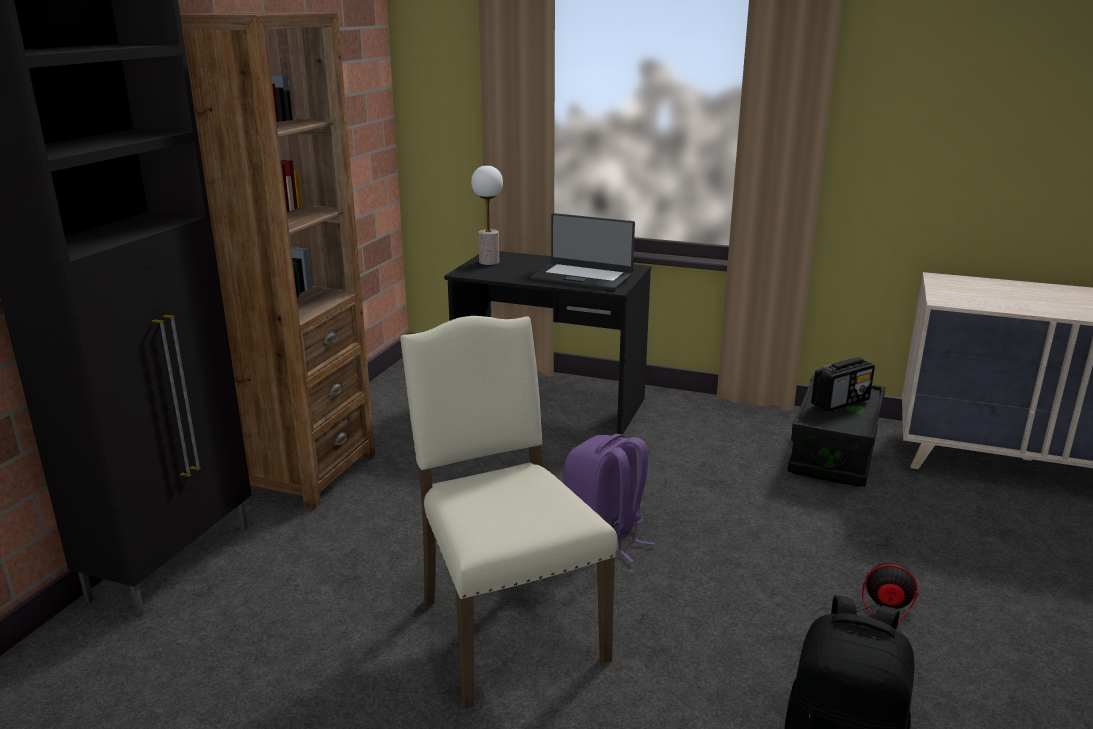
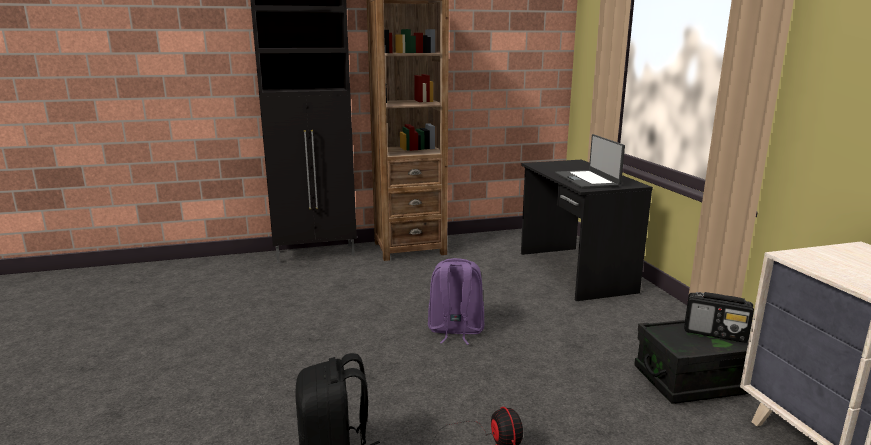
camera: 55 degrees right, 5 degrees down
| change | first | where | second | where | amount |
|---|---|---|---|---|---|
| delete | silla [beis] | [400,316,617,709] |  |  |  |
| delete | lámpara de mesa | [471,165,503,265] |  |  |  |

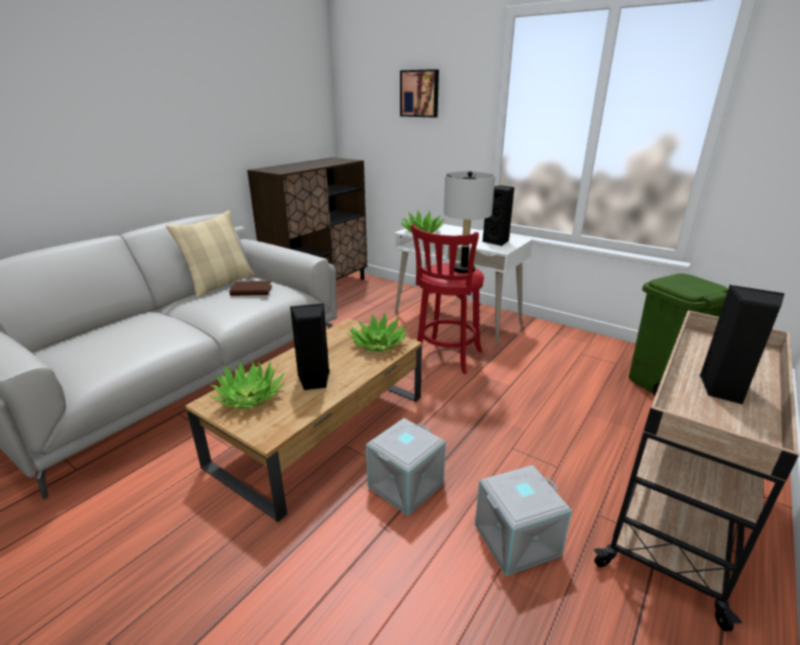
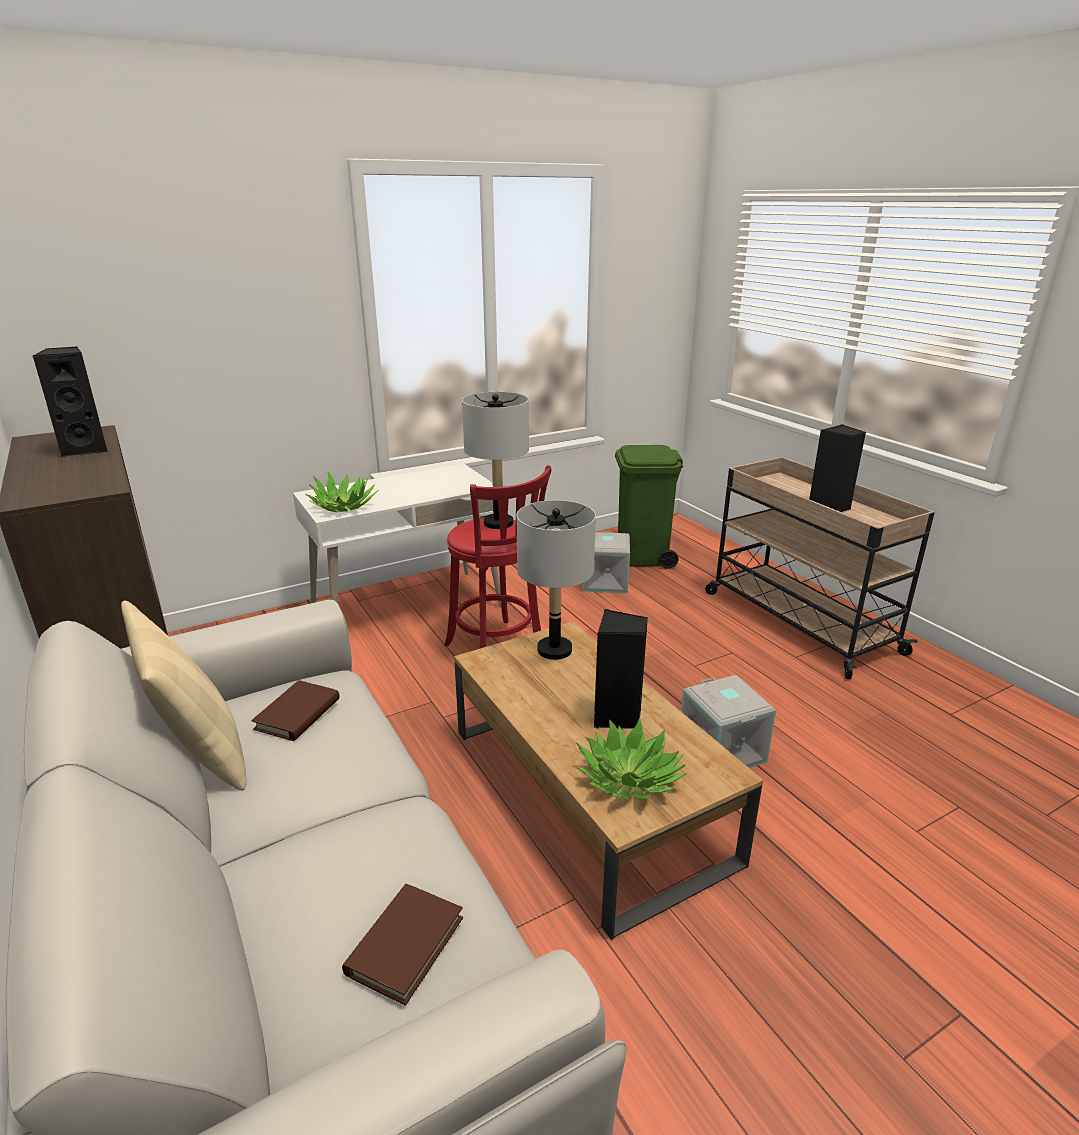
camera: 65 degrees left, 0 degrees up
| change | first | where | second | where | amount |
|---|---|---|---|---|---|
| delete | cuadro | [400,69,439,118] |  |  |  |
| insert |  |  | libro [marrón] | [342,884,463,1006] |  |
| move | caja de almacenaje [gris] | [475,465,572,576] |  | [583,531,630,594] |  |
| move | altavoz [negro] | [483,185,515,246] |  | [33,346,108,456] |  |
| replace | planta en maceta | [348,312,408,351] | lámpara de mesa [gris] | [516,500,596,660] |  |

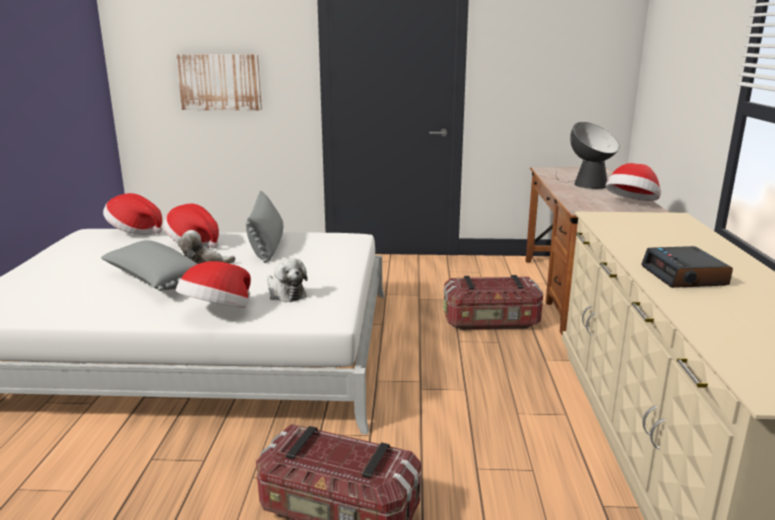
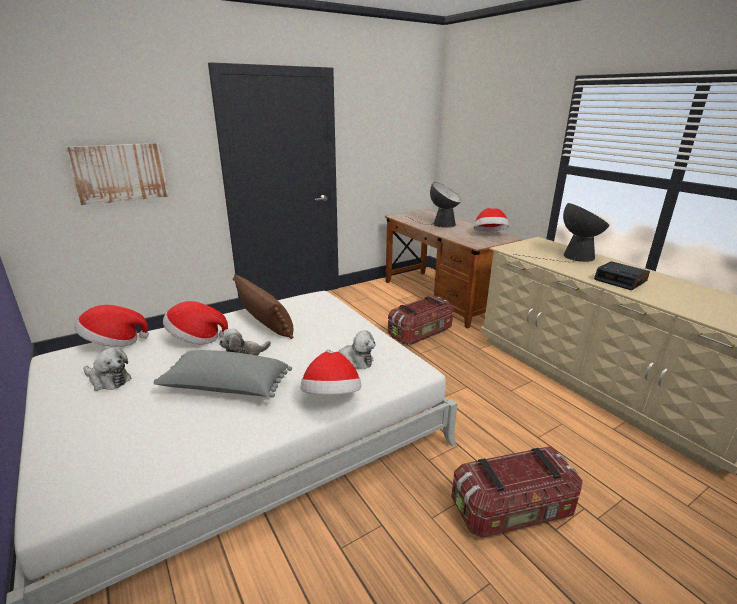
camera: 35 degrees left, 5 degrees up
| change | first | where | second | where | amount |
|---|---|---|---|---|---|
| insert |  |  | peluche | [83,348,132,391] |  |
| insert |  |  | lámpara de mesa | [514,203,610,262] |  |
| recolor | cojín [gris] | [246,191,283,263] | cojín [marrón] | [233,274,293,339] |  |

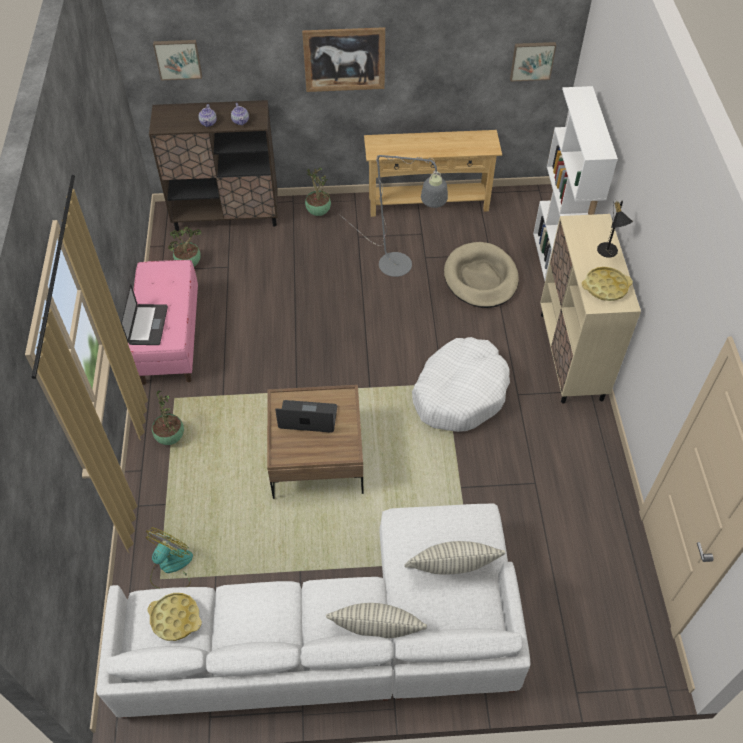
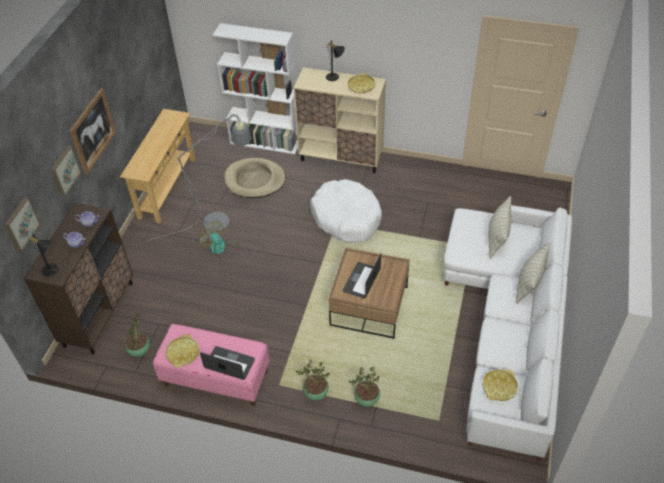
camera: 70 degrees left, 5 degrees down
| change | first | where | second | where | amount |
|---|---|---|---|---|---|
| insert |  |  | lámpara de mesa [negro] | [28,234,58,277] |  |
| insert |  |  | bandeja [amarillo] | [165,334,199,368] |  |
| move | ventilador | [146,527,193,589] |  | [199,221,238,260] |  |
| move | planta en maceta | [305,167,331,216] |  | [349,367,380,407] |  |
| move | cuadro | [510,42,556,82] |  | [51,146,81,196] |  |

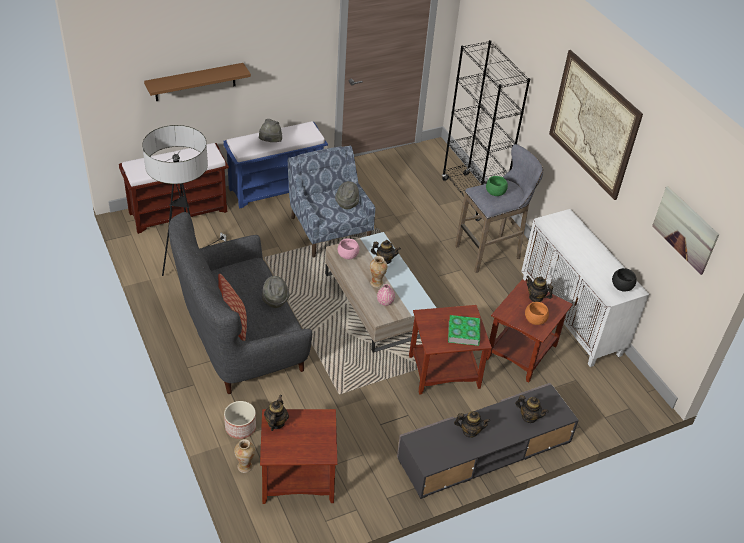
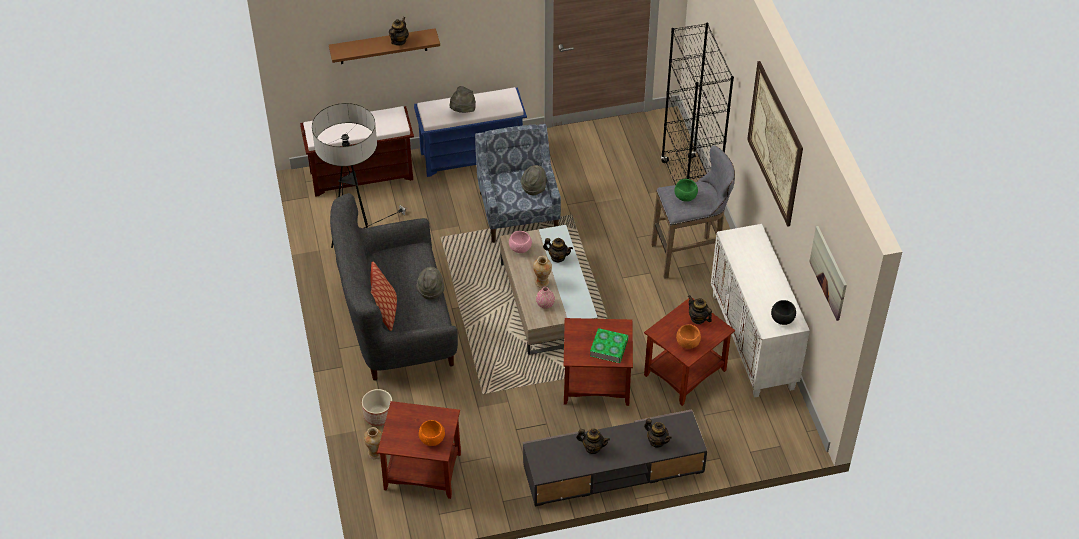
camera: 15 degrees right, 5 degrees up
| change | first | where | second | where | amount |
|---|---|---|---|---|---|
| insert |  |  | cuenco [naranja] | [419,420,445,446] |  |
| move | tetera | [264,395,289,431] |  | [389,17,409,46] |  |

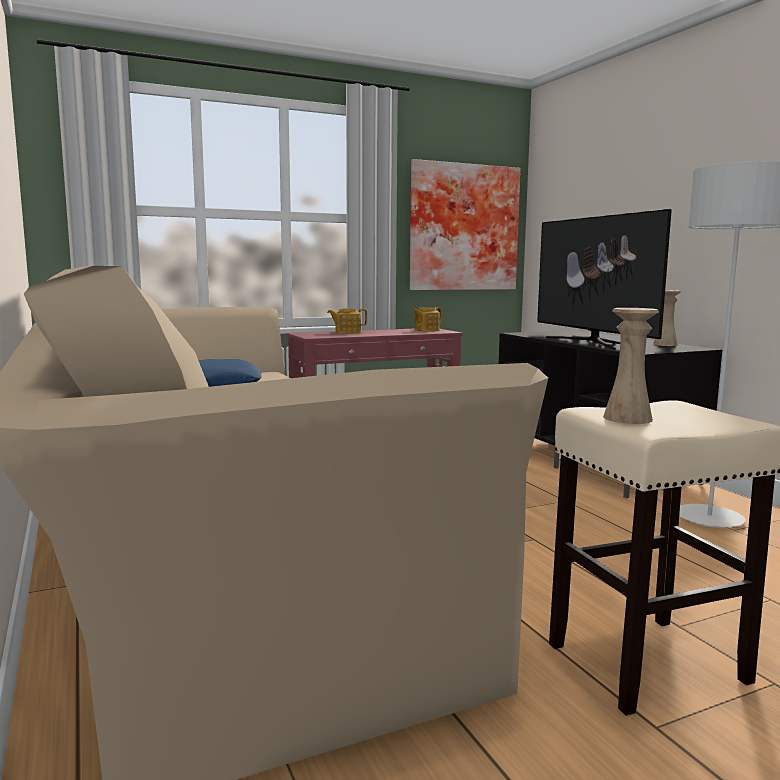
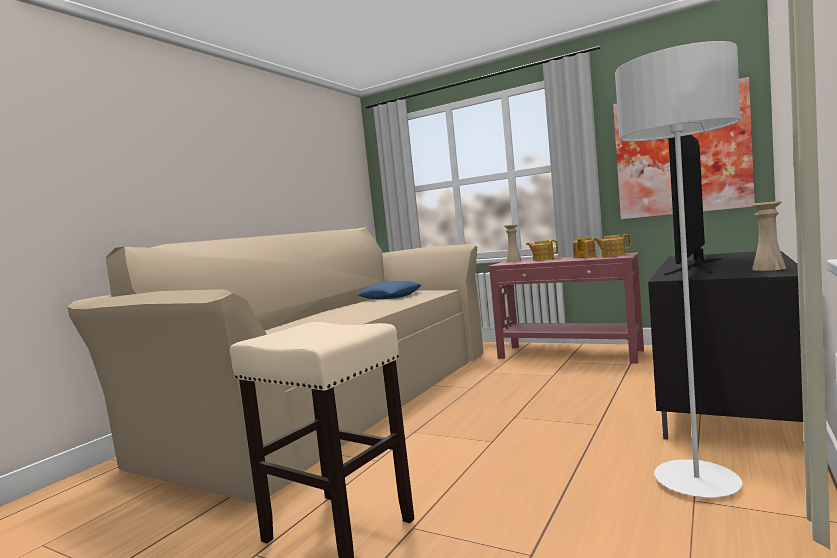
camera: 55 degrees right, 5 degrees down
| change | first | where | second | where | amount |
|---|---|---|---|---|---|
| insert |  |  | tetera | [572,237,596,258] |  |
| move | florero [beis] | [603,308,659,424] |  | [504,224,522,262] |  |

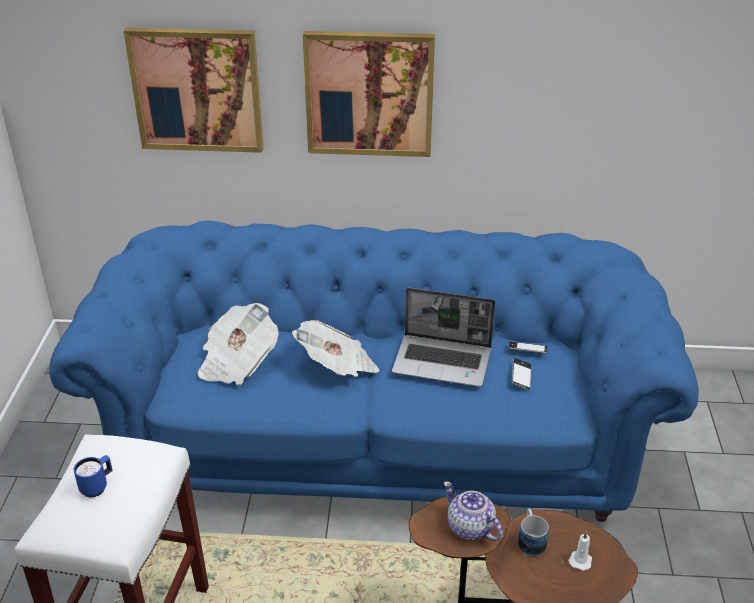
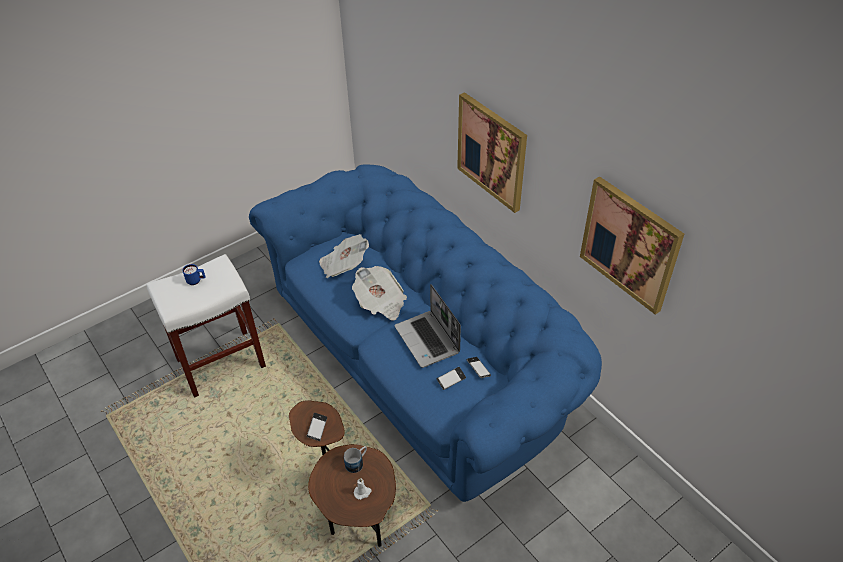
camera: 50 degrees right, 10 degrees up
| change | first | where | second | where | amount |
|---|---|---|---|---|---|
| move | cuadro | [124,28,264,153] |  | [580,176,684,315] |  |
| replace | tetera | [443,481,503,541] | móvil | [307,413,327,441] |  |

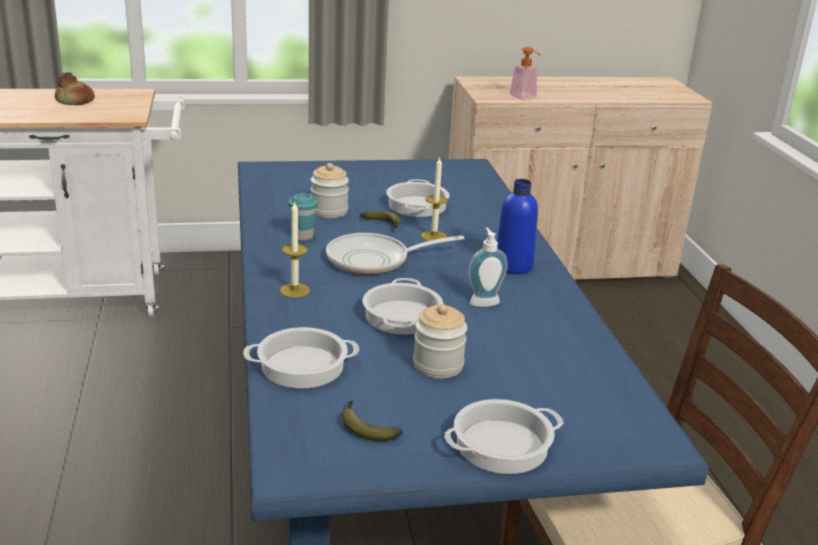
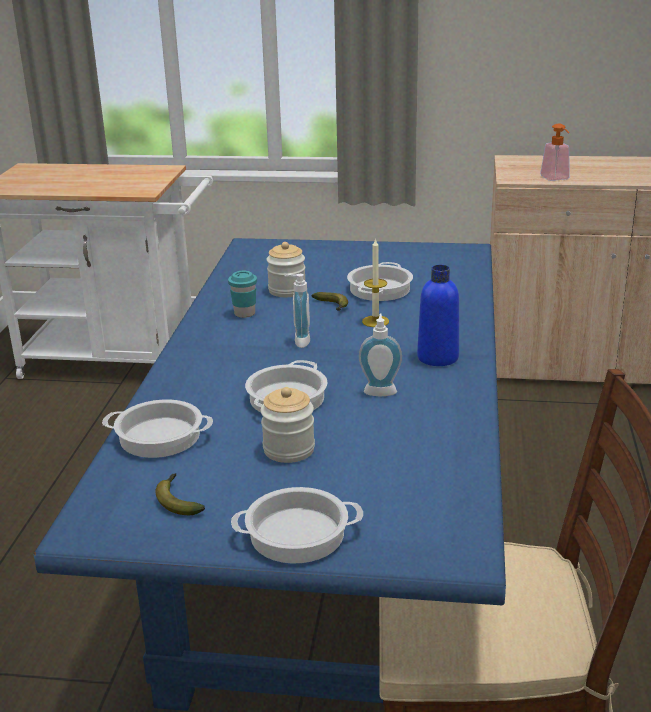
camera: 20 degrees right, 0 degrees up
| change | first | where | second | where | amount |
|---|---|---|---|---|---|
| delete | pan | [55,72,95,105] |  |  |  |
| delete | vela | [280,201,310,298] |  |  |  |
| replace | sartén | [326,233,465,275] | dispensador de jabón | [284,274,310,348] |  |

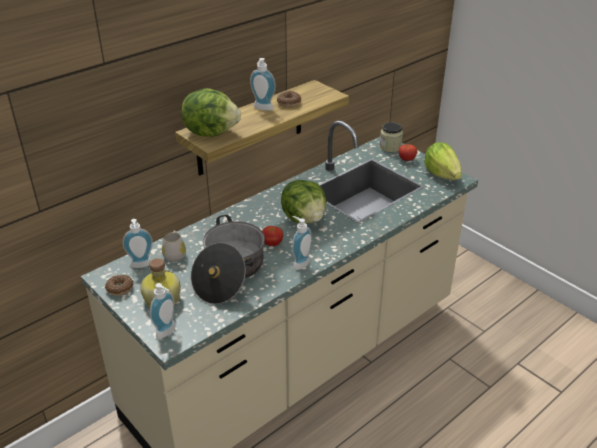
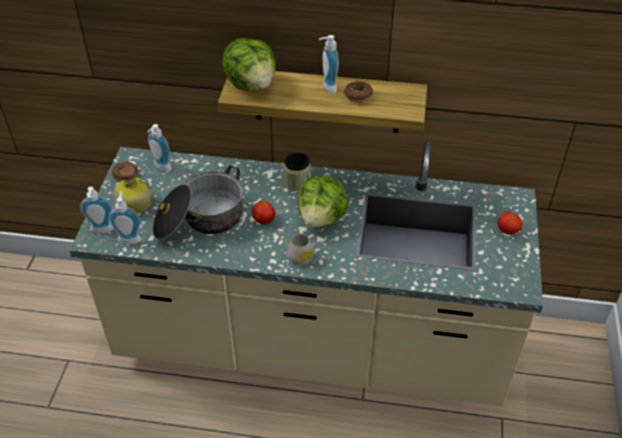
camera: 50 degrees right, 10 degrees up
| change | first | where | second | where | amount |
|---|---|---|---|---|---|
| delete | lechuga | [424,143,462,180] |  |  |  |
| move | taza grande [blanco] | [162,231,186,262] |  | [288,234,317,266] |  |
| move | dispensador de jabón | [292,216,311,270] |  | [109,191,142,244] |  |
| move | tarro | [380,122,403,152] |  | [283,153,311,191] |  |

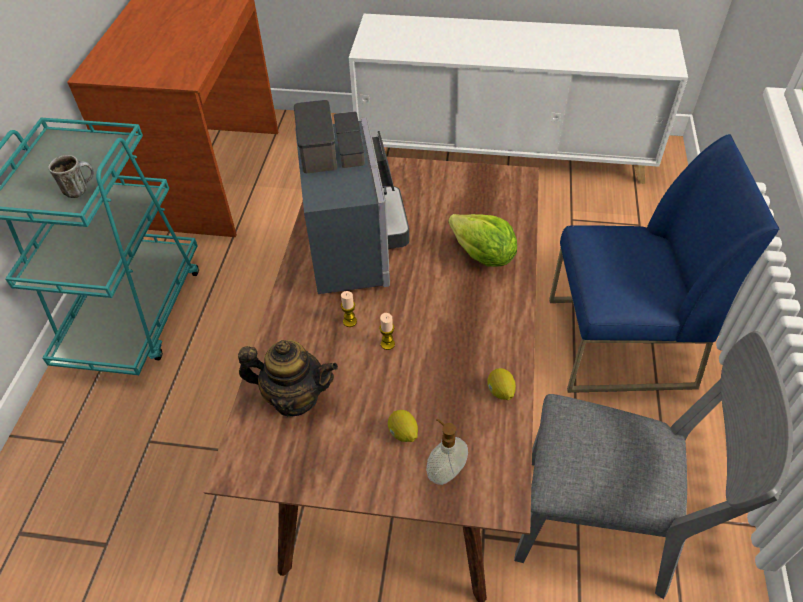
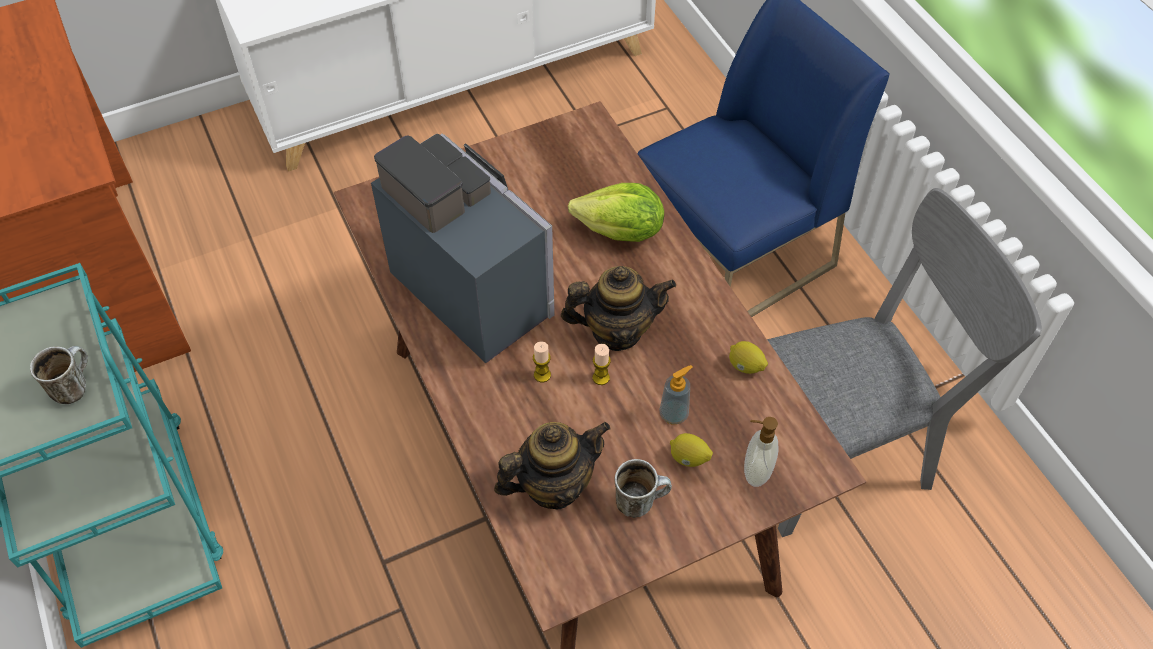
camera: 35 degrees left, 5 degrees up
| change | first | where | second | where | amount |
|---|---|---|---|---|---|
| insert |  |  | tetera | [561,266,676,351] |  |
| insert |  |  | taza grande | [614,459,672,518] |  |
| insert |  |  | dispensador de jabón | [660,365,692,425] |  |

